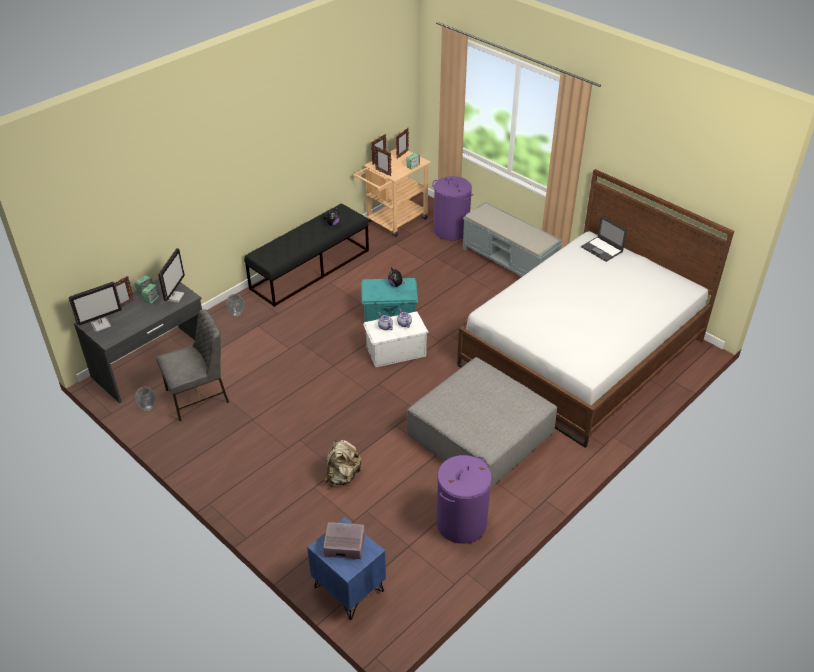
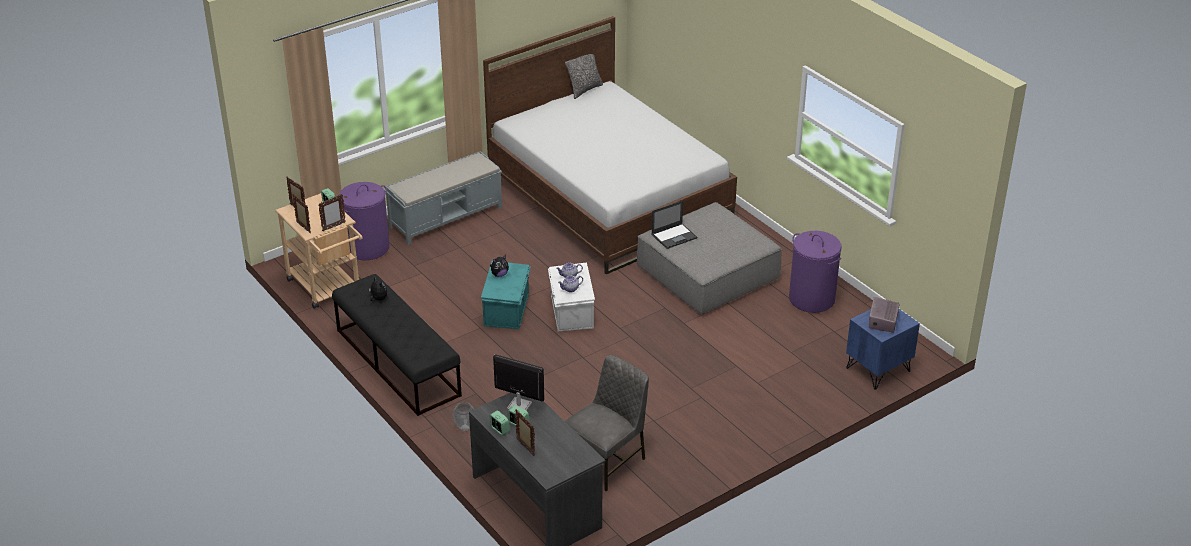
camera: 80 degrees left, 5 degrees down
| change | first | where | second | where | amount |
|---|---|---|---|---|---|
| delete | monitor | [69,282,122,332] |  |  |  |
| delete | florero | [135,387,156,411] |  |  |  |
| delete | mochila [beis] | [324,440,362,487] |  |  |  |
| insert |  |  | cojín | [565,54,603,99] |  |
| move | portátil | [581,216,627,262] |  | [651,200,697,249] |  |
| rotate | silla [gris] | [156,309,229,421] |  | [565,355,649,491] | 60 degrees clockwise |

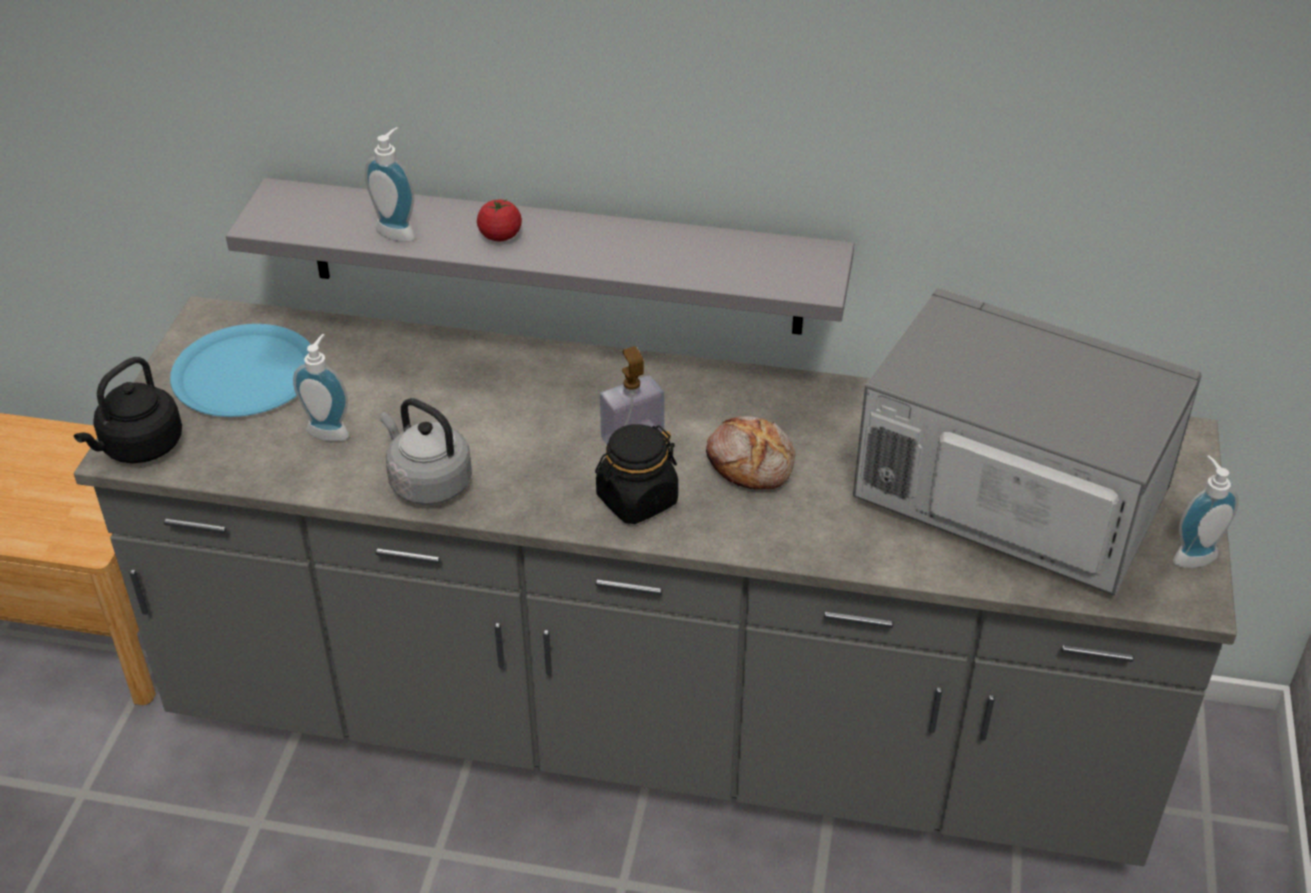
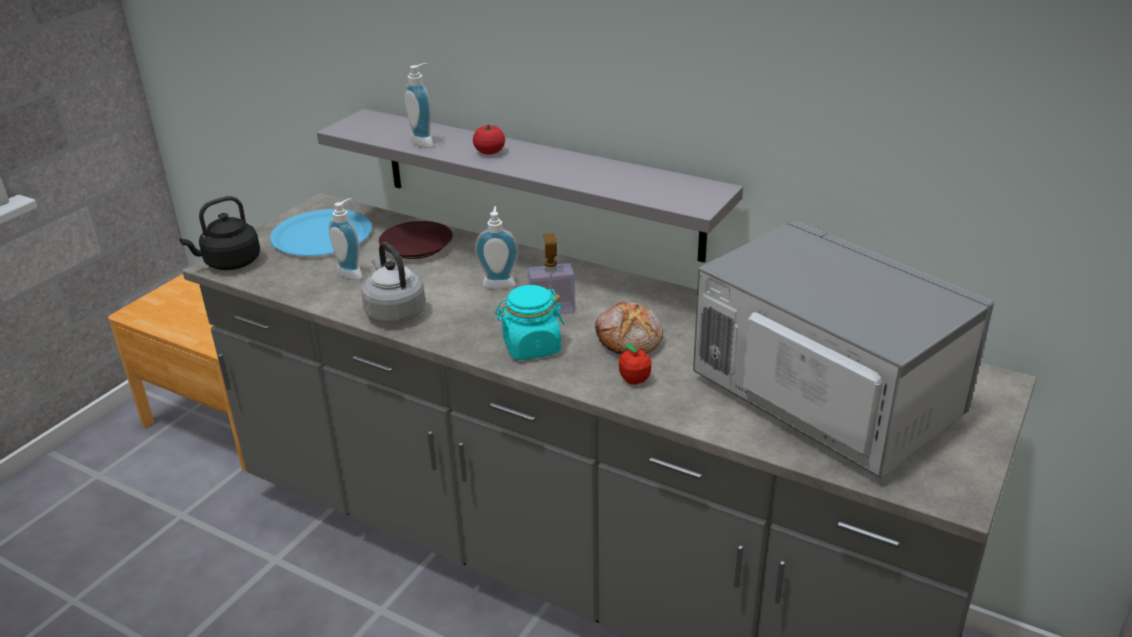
camera: 20 degrees right, 10 degrees down
| change | first | where | second | where | amount |
|---|---|---|---|---|---|
| insert |  |  | plato [marrón] | [379,221,453,259] |  |
| insert |  |  | manzana | [619,344,651,385] |  |
| move | dispensador de jabón | [1173,455,1239,568] |  | [475,206,519,290] |  |
| recolor | tarro [negro] | [595,424,678,524] | tarro [turquesa] | [495,285,564,360] |  |

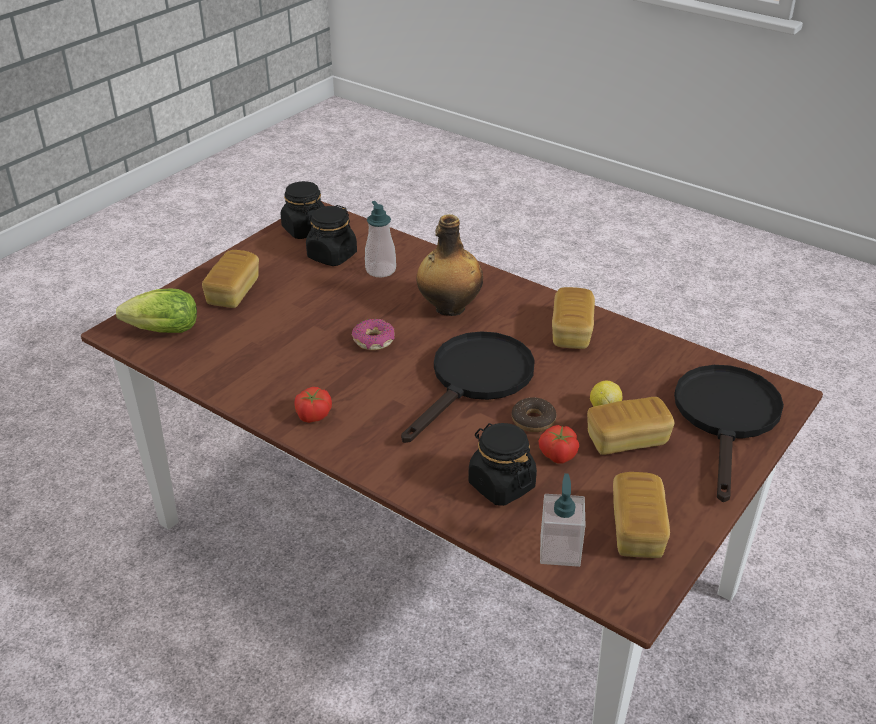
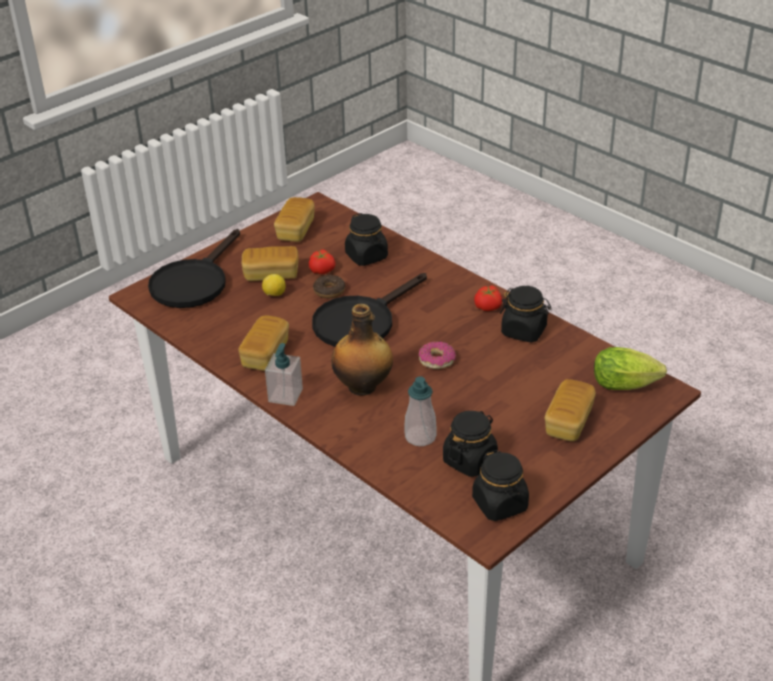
camera: 170 degrees left, 0 degrees up
| change | first | where | second | where | amount |
|---|---|---|---|---|---|
| insert |  |  | tarro [negro] | [500,286,552,343] |  |
| move | dispensador de jabón | [540,473,585,567] |  | [265,343,303,406] |  |

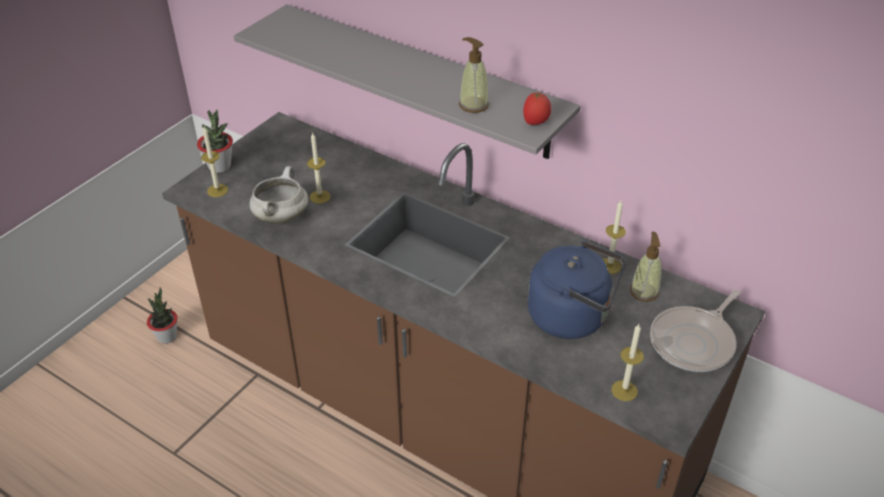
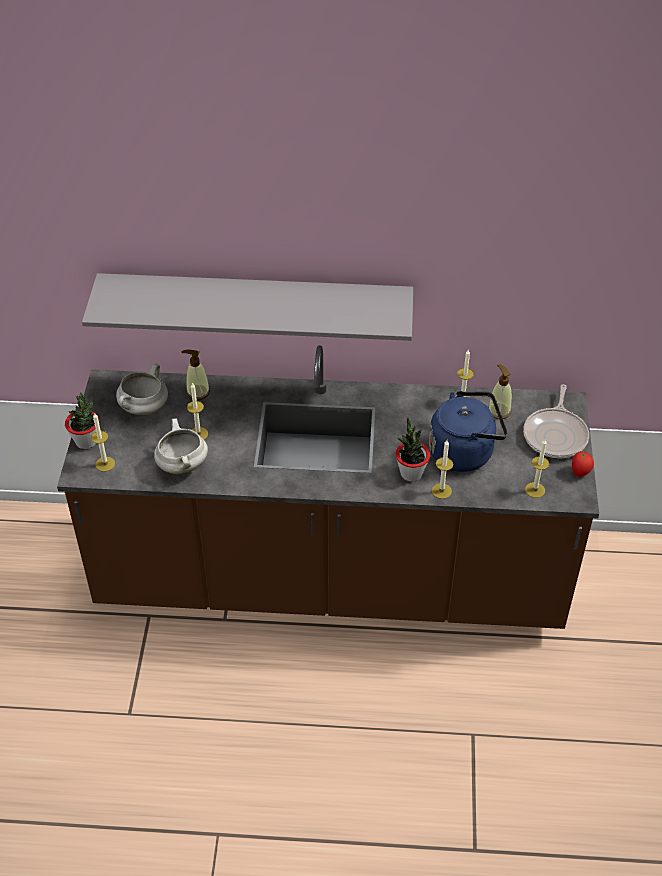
camera: 30 degrees left, 5 degrees up
| change | first | where | second | where | amount |
|---|---|---|---|---|---|
| insert |  |  | olla [blanco] | [116,364,168,415] |  |
| insert |  |  | vela | [432,441,453,499] |  |
| move | planta en maceta | [147,287,177,344] |  | [395,417,430,482] |  |
| move | dispensador de jabón | [459,37,489,113] |  | [181,350,210,400] |  |
| move | tomate | [523,92,551,125] |  | [572,451,594,477] |  |

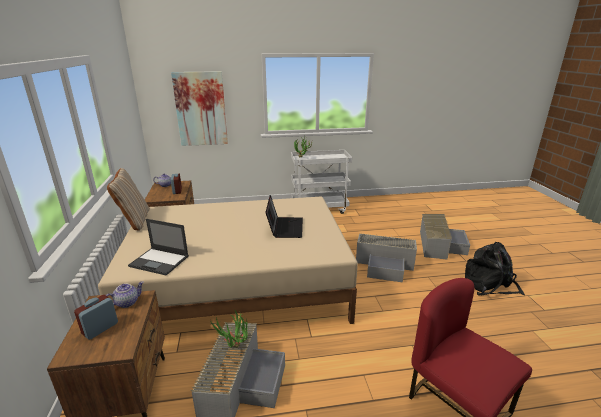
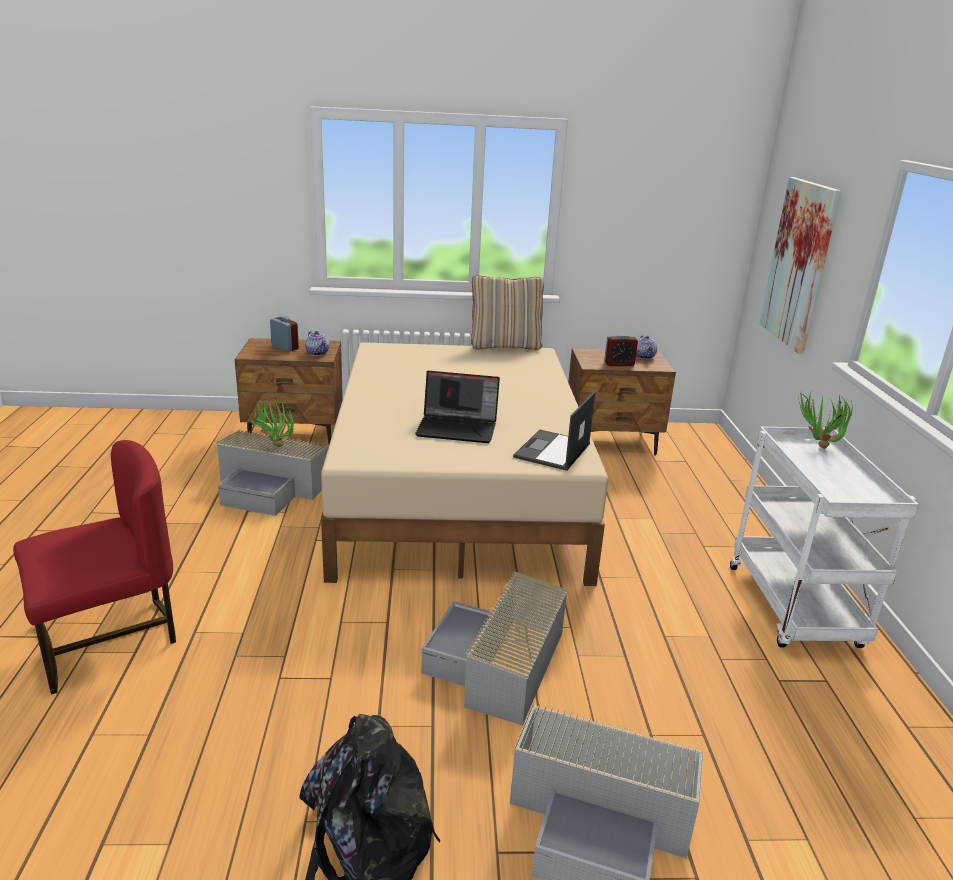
camera: 95 degrees right, 0 degrees up
| change | first | where | second | where | amount |
|---|---|---|---|---|---|
| move | portátil | [128,219,189,276] |  | [513,391,595,471] |  |

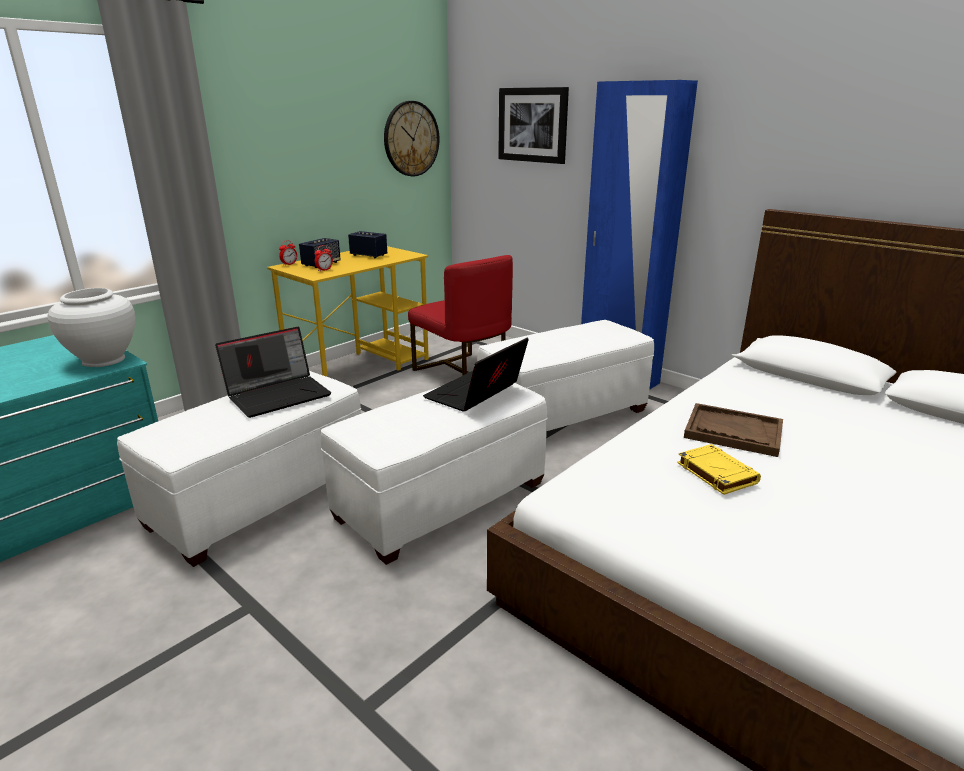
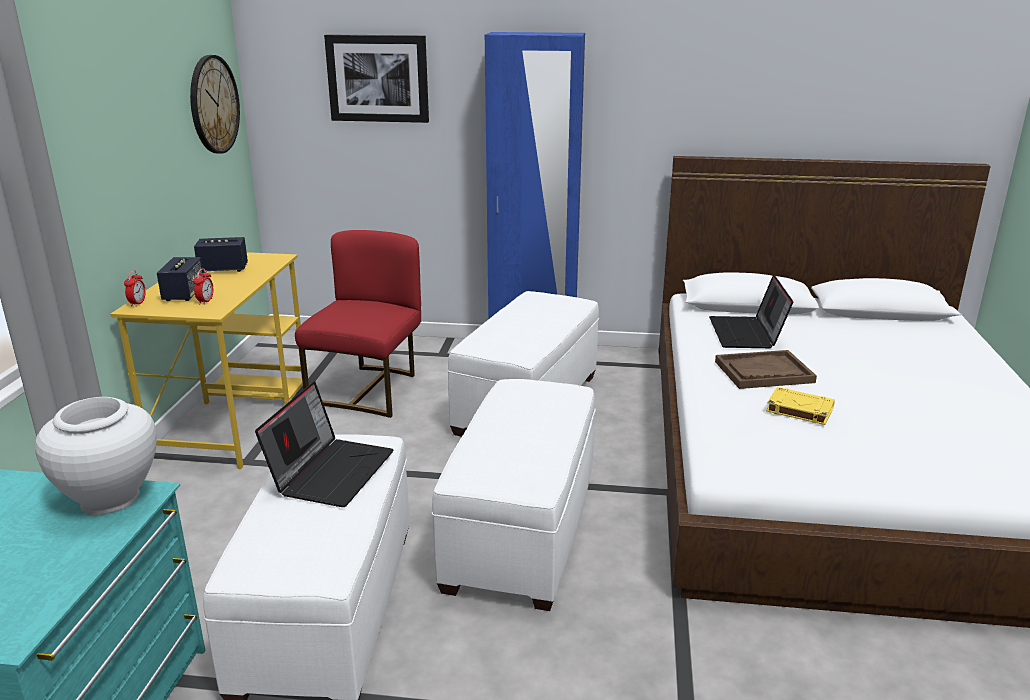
camera: 35 degrees left, 0 degrees up
| change | first | where | second | where | amount |
|---|---|---|---|---|---|
| move | portátil | [423,337,529,412] |  | [709,274,793,348] |  |
| rotate | silla [rojo] | [408,255,513,376] |  | [295,230,421,418] | 90 degrees counterclockwise |

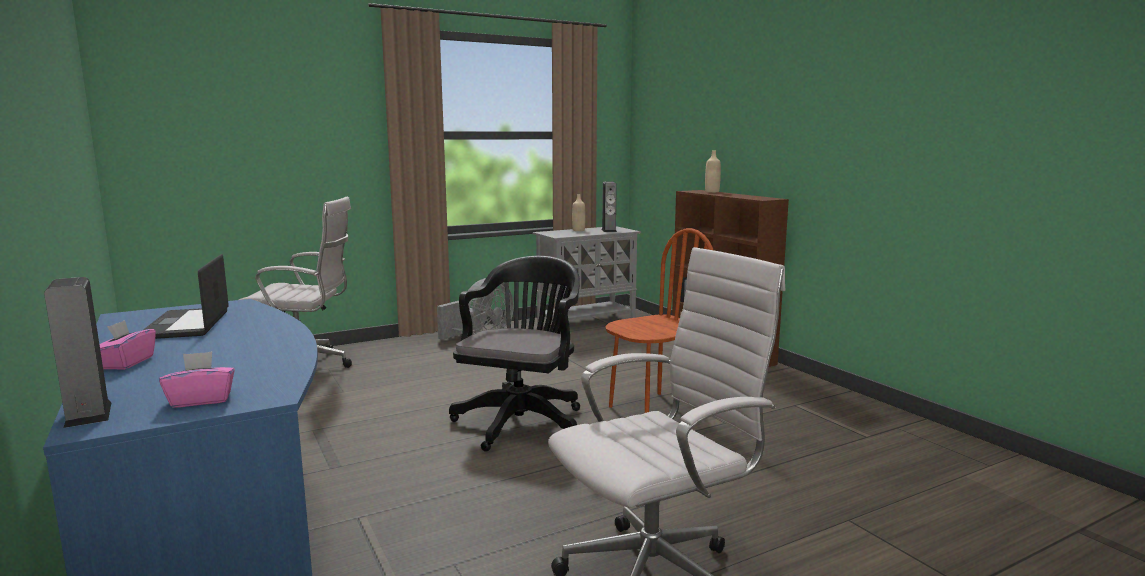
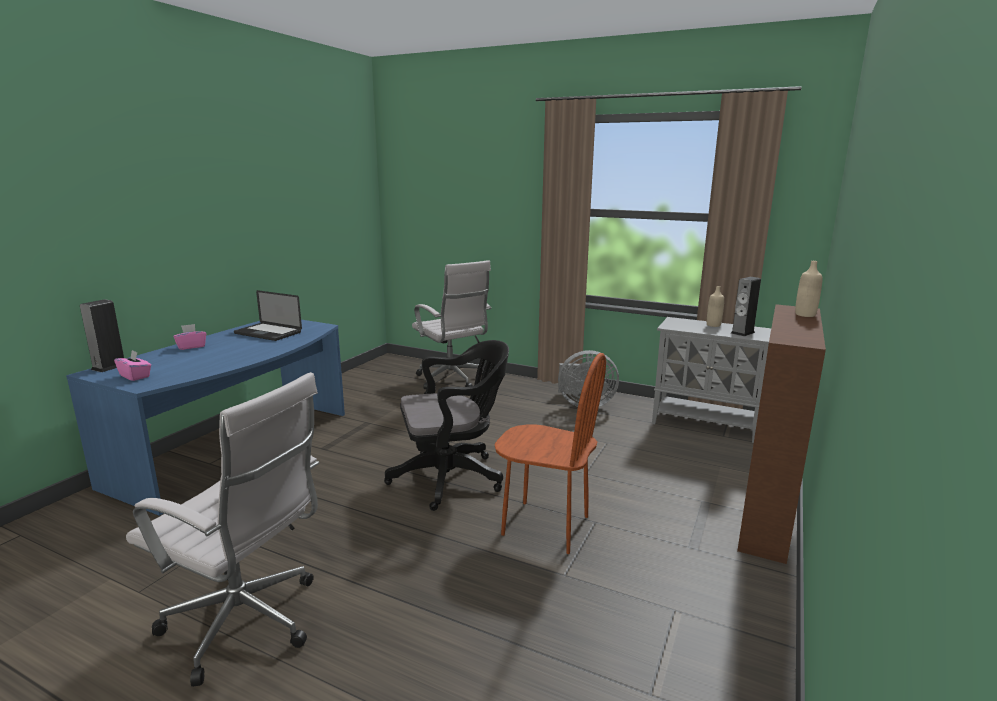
camera: 55 degrees right, 5 degrees up
| change | first | where | second | where | amount |
|---|---|---|---|---|---|
| rotate | portátil | [143,254,229,339] |  | [234,290,302,341] | 105 degrees counterclockwise |

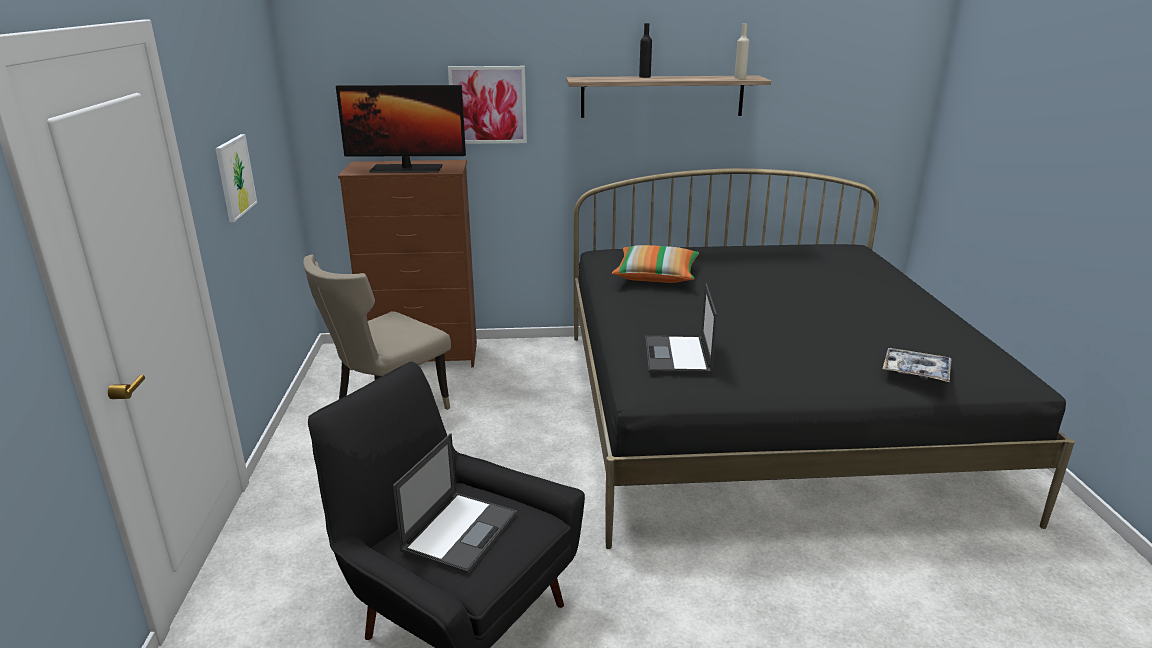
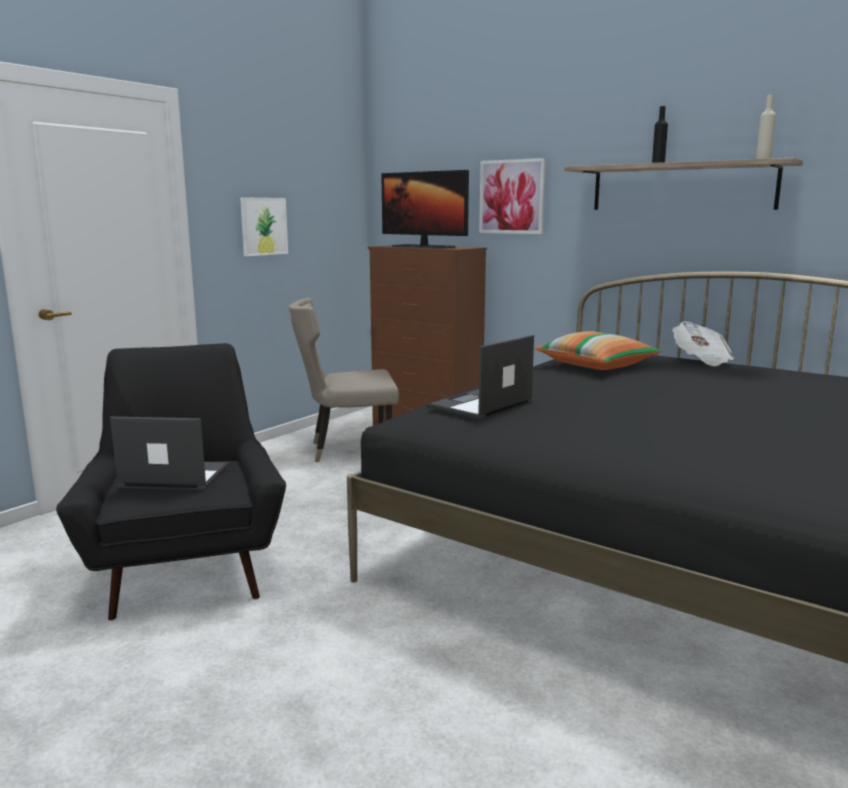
camera: 40 degrees right, 10 degrees down
| change | first | where | second | where | amount |
|---|---|---|---|---|---|
| delete | bandeja | [882,348,952,382] |  |  |  |
| insert |  |  | periódico | [672,322,734,366] |  |
| rotate | portátil | [393,433,517,574] |  | [110,417,229,490] | 150 degrees counterclockwise |

